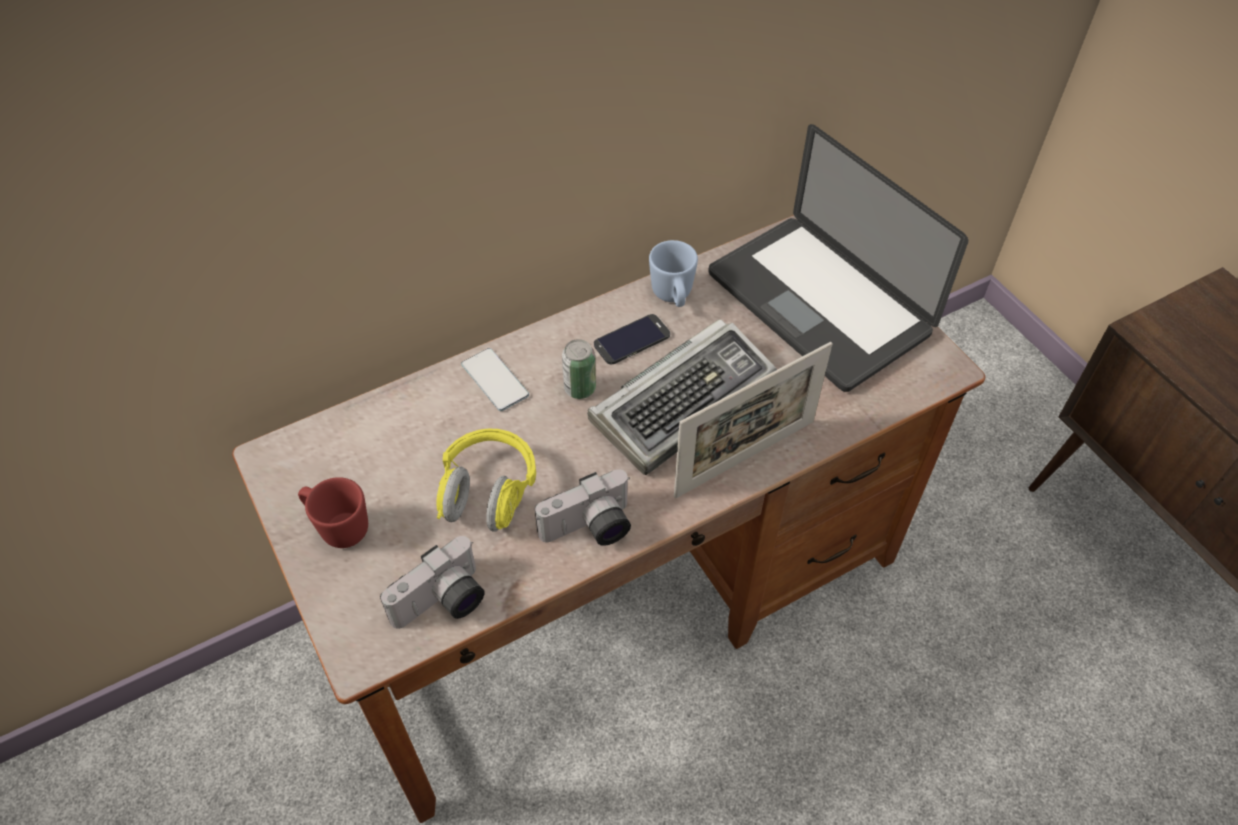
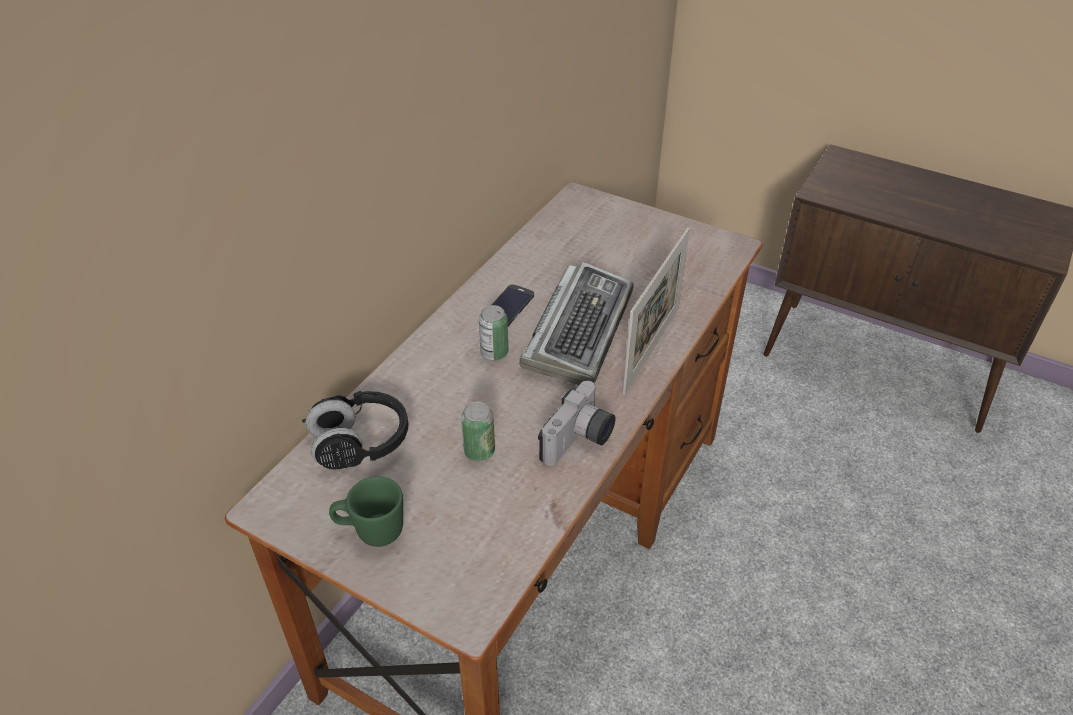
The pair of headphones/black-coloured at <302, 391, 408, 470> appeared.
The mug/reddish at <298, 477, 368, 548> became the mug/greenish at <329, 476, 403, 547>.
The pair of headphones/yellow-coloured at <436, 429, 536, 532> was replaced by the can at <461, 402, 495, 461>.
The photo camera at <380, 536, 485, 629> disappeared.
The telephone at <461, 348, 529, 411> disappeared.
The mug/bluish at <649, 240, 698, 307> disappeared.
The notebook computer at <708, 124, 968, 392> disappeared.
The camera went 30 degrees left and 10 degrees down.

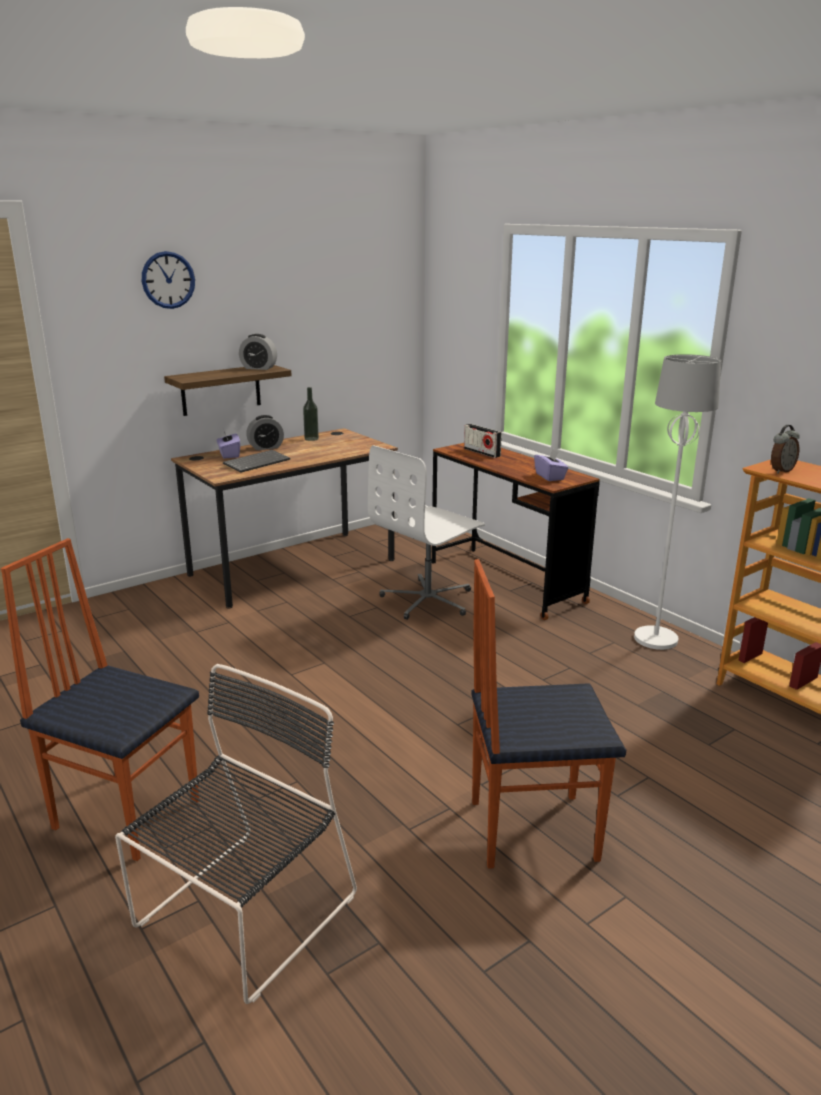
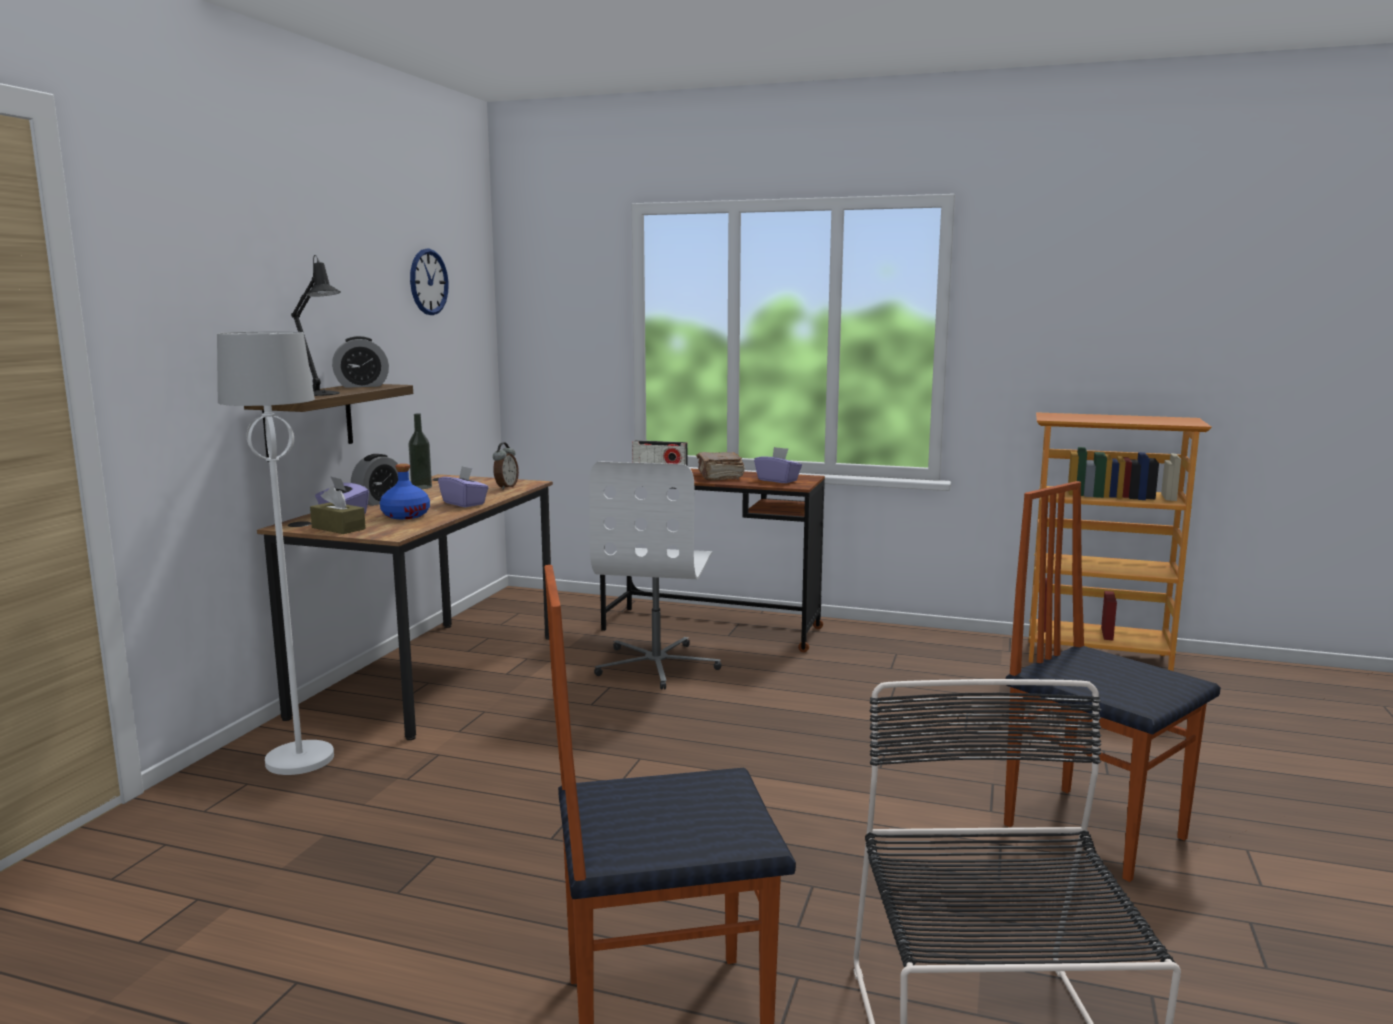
The standard lamp/white-coloured moved from <634, 354, 721, 650> to <217, 331, 334, 775>.
The tabletop lamp/black-coloured at <291, 255, 341, 396> appeared.
The tissue holder/brown at <310, 486, 366, 534> appeared.
The computer keyboard at <223, 450, 290, 473> was replaced by the drink bottle/bluish at <380, 464, 430, 519>.
The clock on the wall moved from <142, 251, 195, 309> to <410, 249, 449, 315>.
The tissue holder/purplish at <438, 466, 489, 507> appeared.
The alarm clock moved from <771, 425, 800, 474> to <493, 443, 519, 490>.
The volume/brown at <696, 452, 745, 481> appeared.
The chair at <471, 559, 626, 869> turned 90 degrees clockwise.
The camera went 35 degrees left and 10 degrees down.

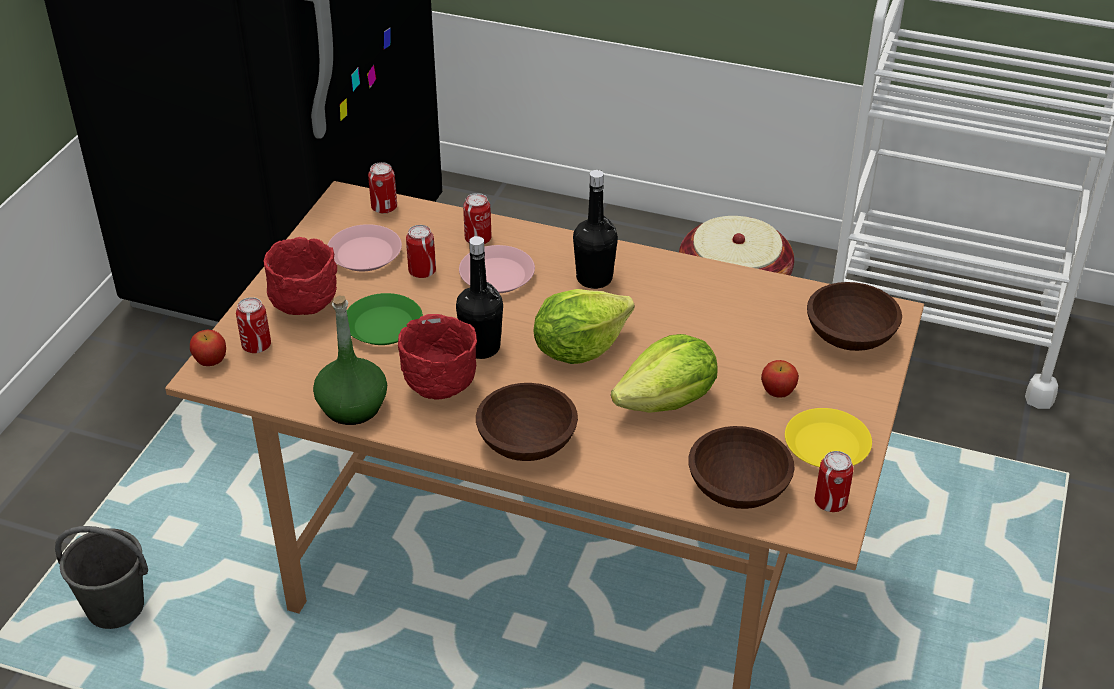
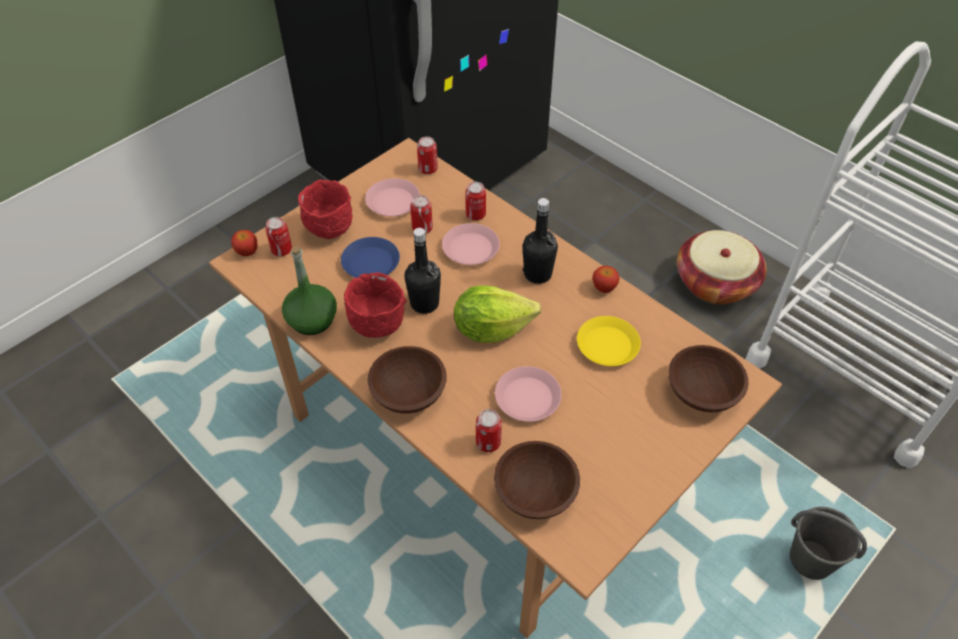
The flat dish/greenish at <347, 293, 423, 345> became the flat dish/bluish at <341, 237, 400, 278>.
The can moved from <815, 451, 854, 512> to <476, 409, 502, 452>.
The lettuce at <611, 334, 718, 413> was replaced by the flat dish/pinkish at <495, 366, 562, 422>.
The flat dish/yellow-coloured moved from <785, 408, 872, 467> to <577, 316, 641, 366>.
The apple fruit moved from <761, 360, 799, 398> to <592, 266, 619, 293>.
The bucket/grey moved from <55, 526, 148, 629> to <790, 507, 867, 580>.
The camera went 25 degrees right and 10 degrees up.

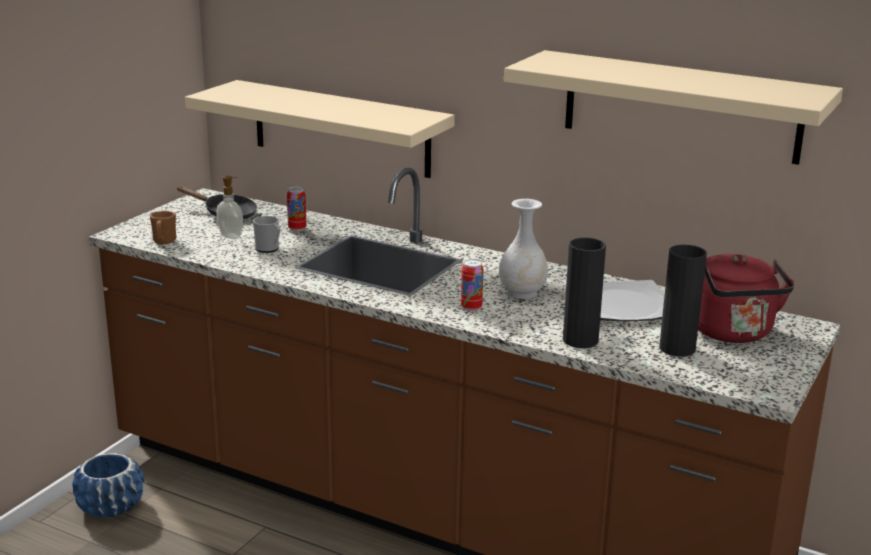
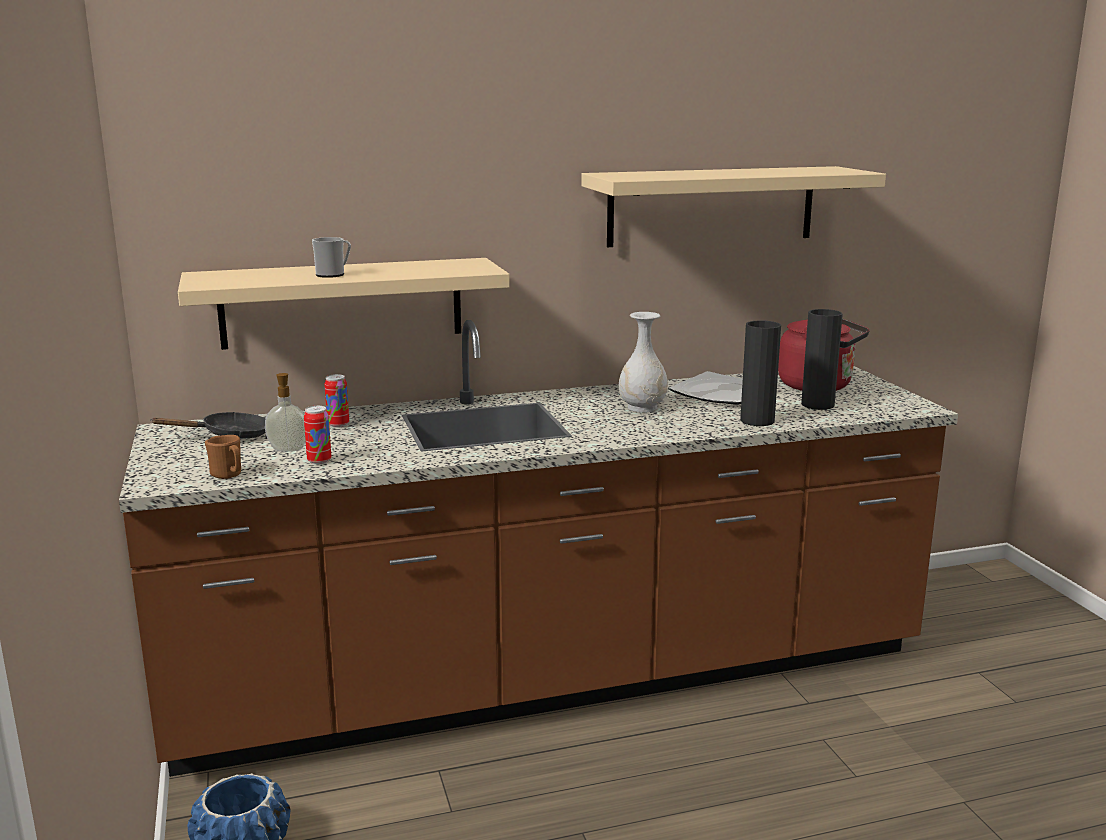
The can moved from <461, 259, 484, 311> to <304, 406, 332, 464>.
The mug moved from <253, 216, 281, 253> to <312, 237, 351, 278>.
The camera went 45 degrees left and 5 degrees down.

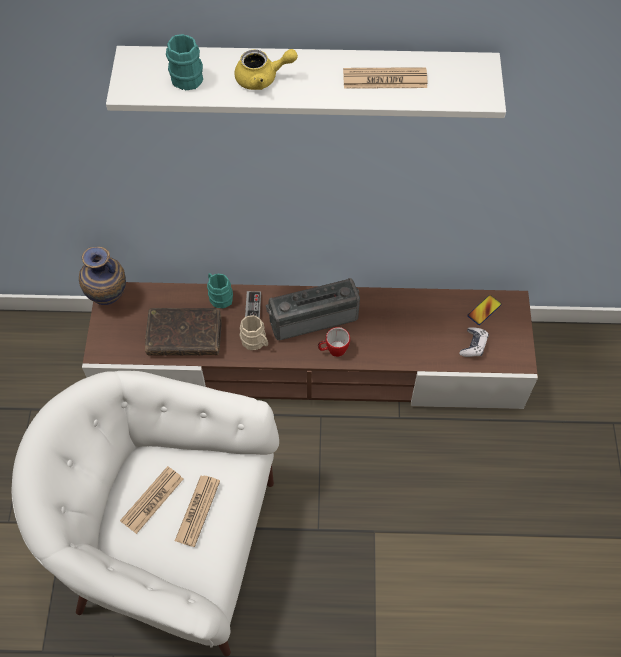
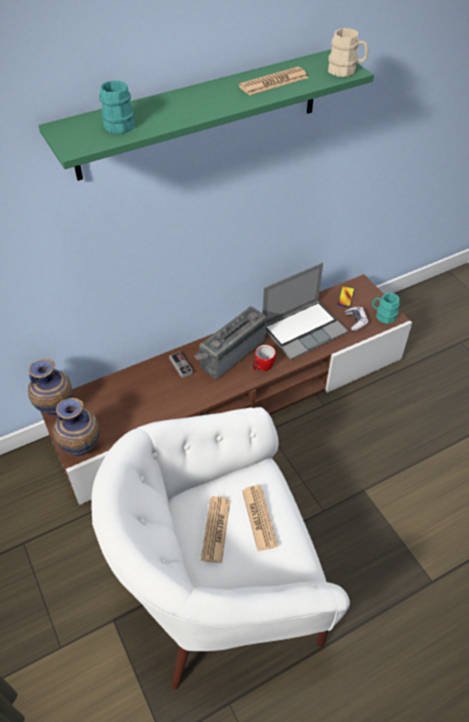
The wall shelf/white-coloured at <106, 46, 506, 118> became the wall shelf/greenish at <39, 49, 374, 181>.
The flower vase at <53, 398, 100, 456> appeared.
The notebook computer at <262, 263, 348, 360> appeared.
The mug/sand-coloured moved from <240, 315, 268, 350> to <328, 28, 368, 77>.
The mug/blue-green moved from <207, 273, 233, 308> to <372, 293, 400, 324>.
The volume/brown at <145, 308, 222, 356> disappeared.
The tea pot/yellow-coloured at <234, 49, 298, 90> disappeared.
The camera went 30 degrees left and 10 degrees down.

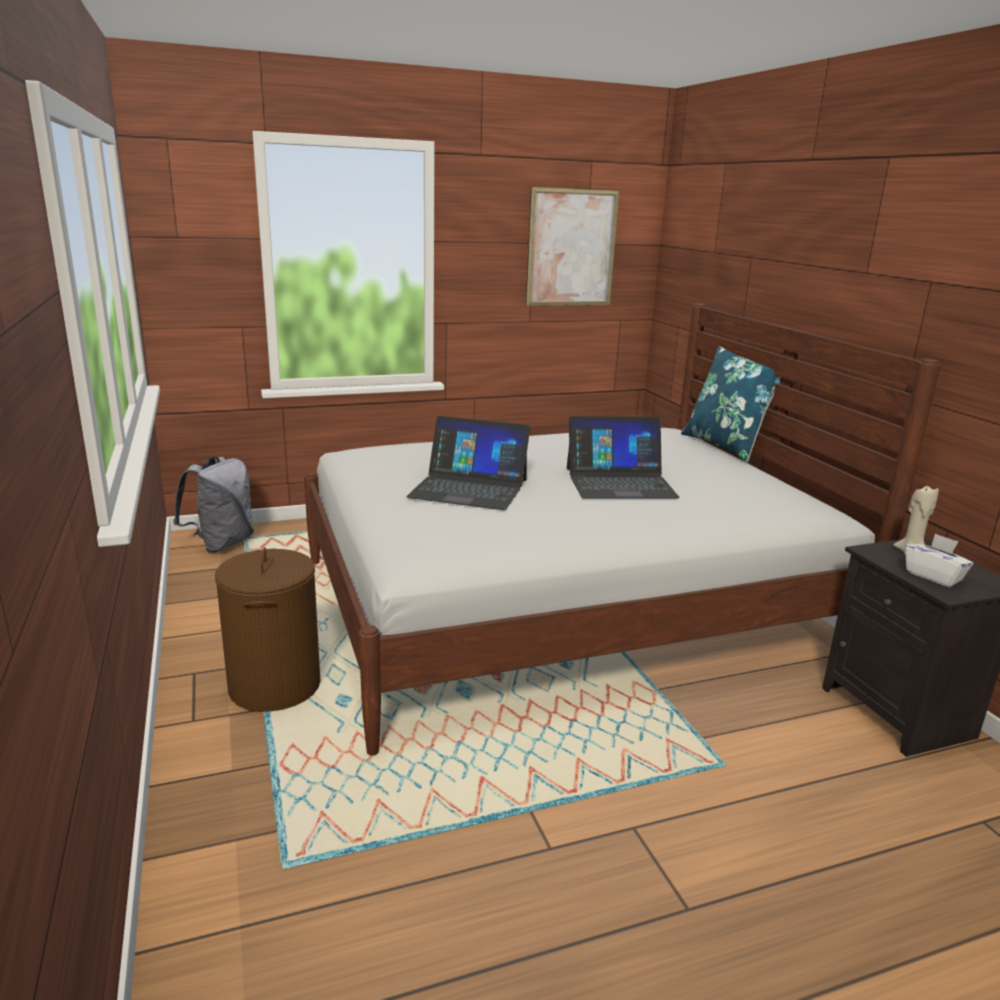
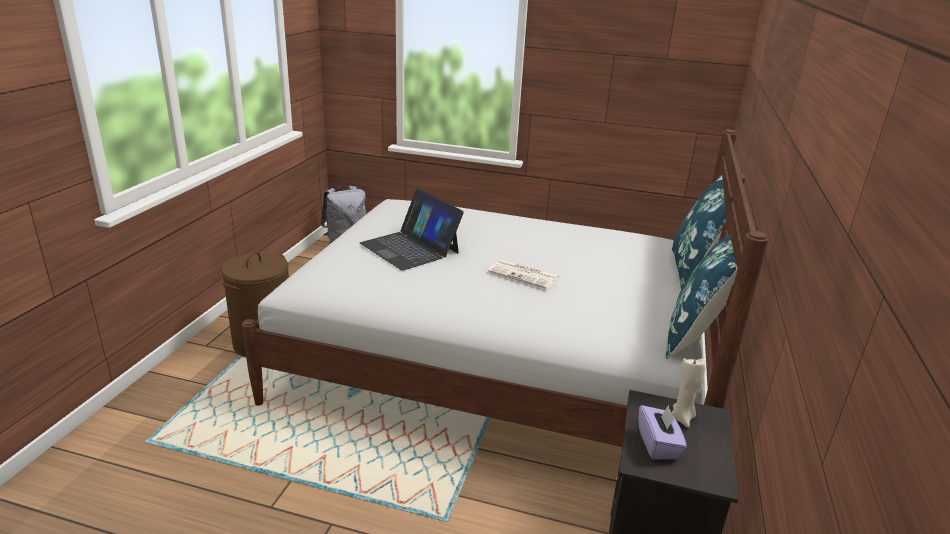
The notebook computer at <567, 416, 680, 499> was replaced by the newspaper at <488, 260, 560, 289>.
The tissue holder/white-coloured at <906, 533, 973, 587> became the tissue holder/purplish at <639, 405, 687, 459>.
The throw pillow/bluish at <666, 234, 738, 359> appeared.
The wall art at <526, 187, 620, 306> disappeared.
The camera went 35 degrees right and 5 degrees up.

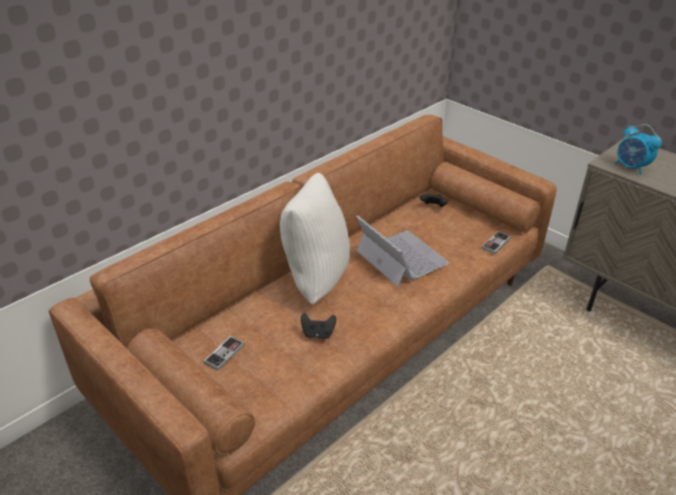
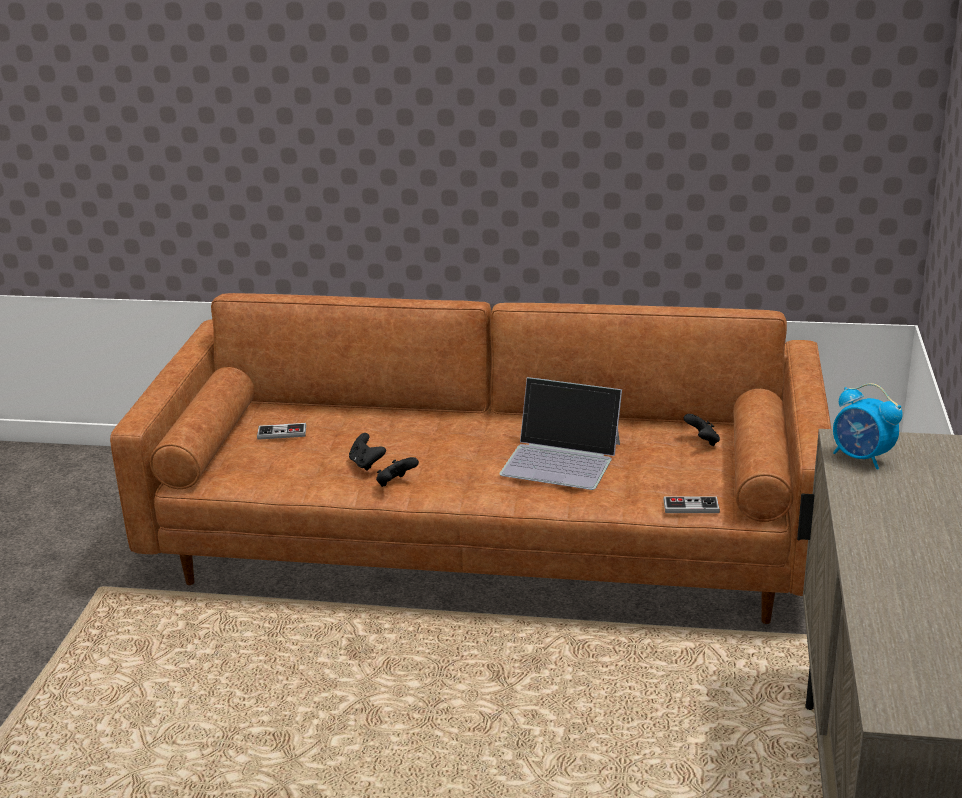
The gamepad/black-coloured at <376, 457, 419, 487> appeared.
The notebook computer at <356, 215, 449, 287> turned 90 degrees clockwise.
The alarm clock at <615, 124, 662, 175> turned 60 degrees counterclockwise.
The throw pillow/white-coloured at <280, 173, 350, 305> disappeared.
The camera went 55 degrees right and 10 degrees down.

